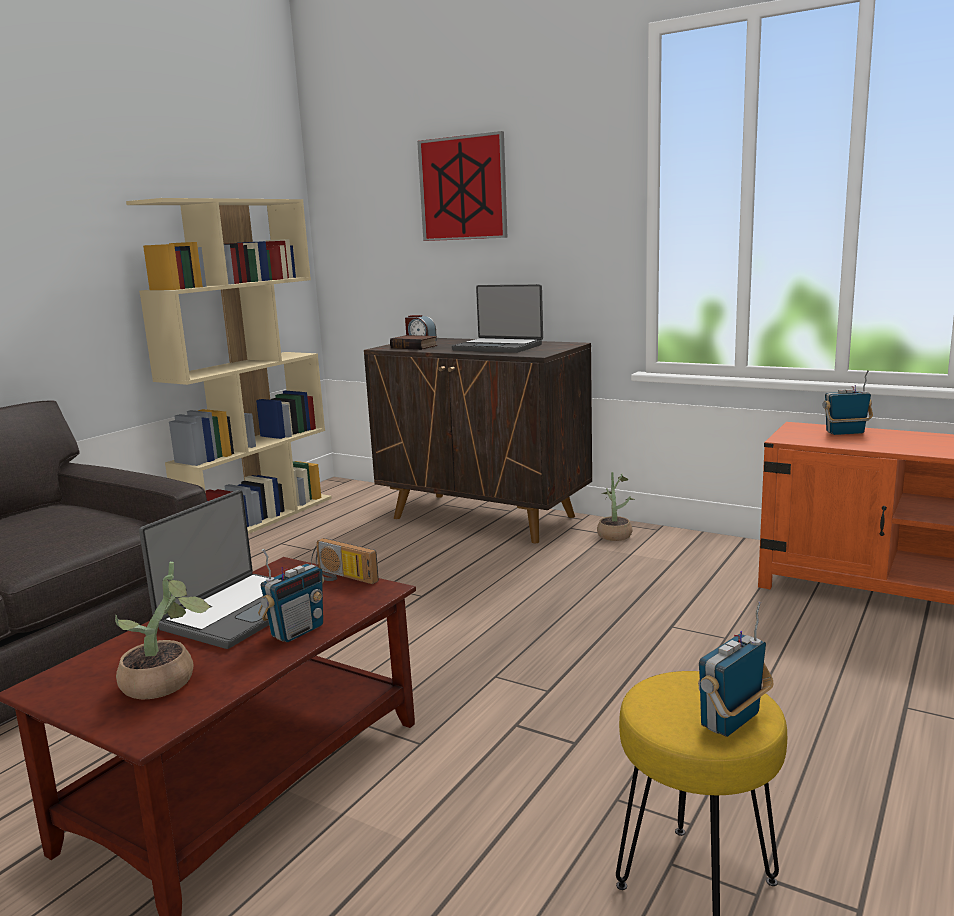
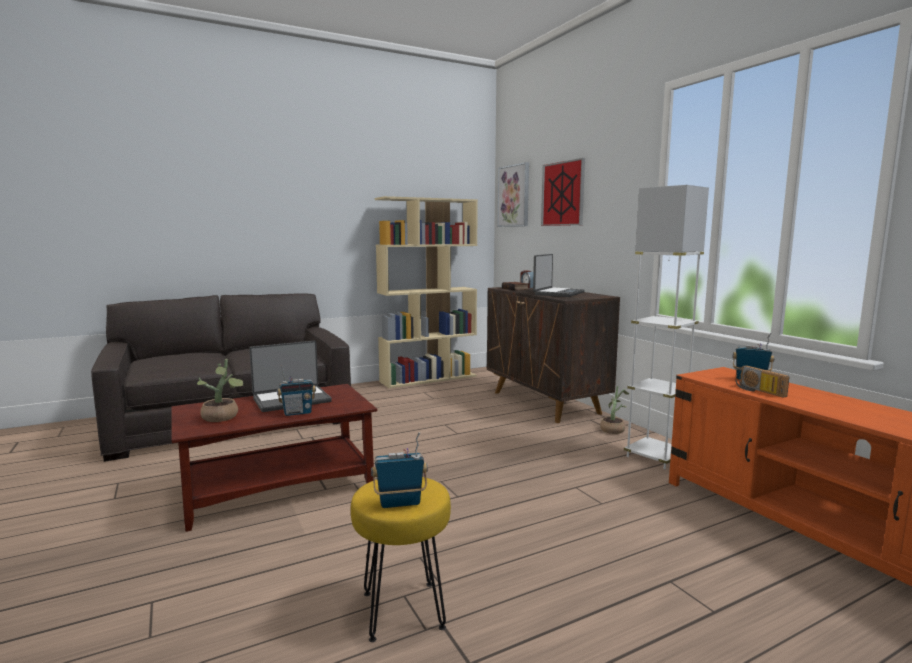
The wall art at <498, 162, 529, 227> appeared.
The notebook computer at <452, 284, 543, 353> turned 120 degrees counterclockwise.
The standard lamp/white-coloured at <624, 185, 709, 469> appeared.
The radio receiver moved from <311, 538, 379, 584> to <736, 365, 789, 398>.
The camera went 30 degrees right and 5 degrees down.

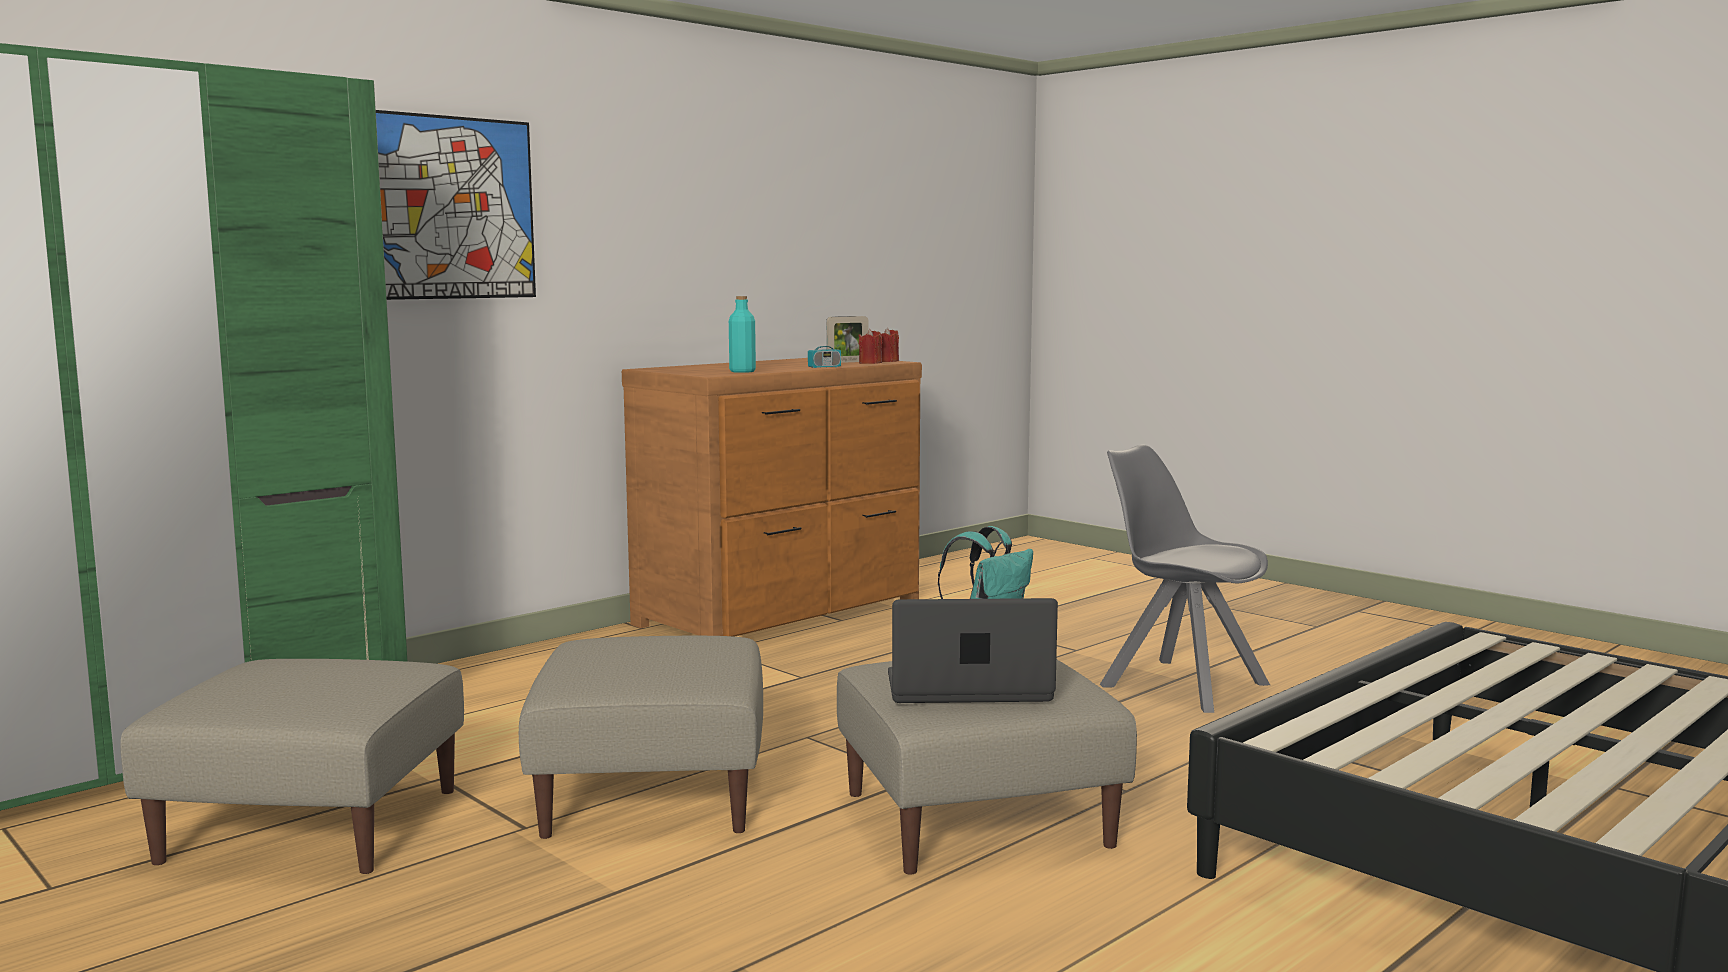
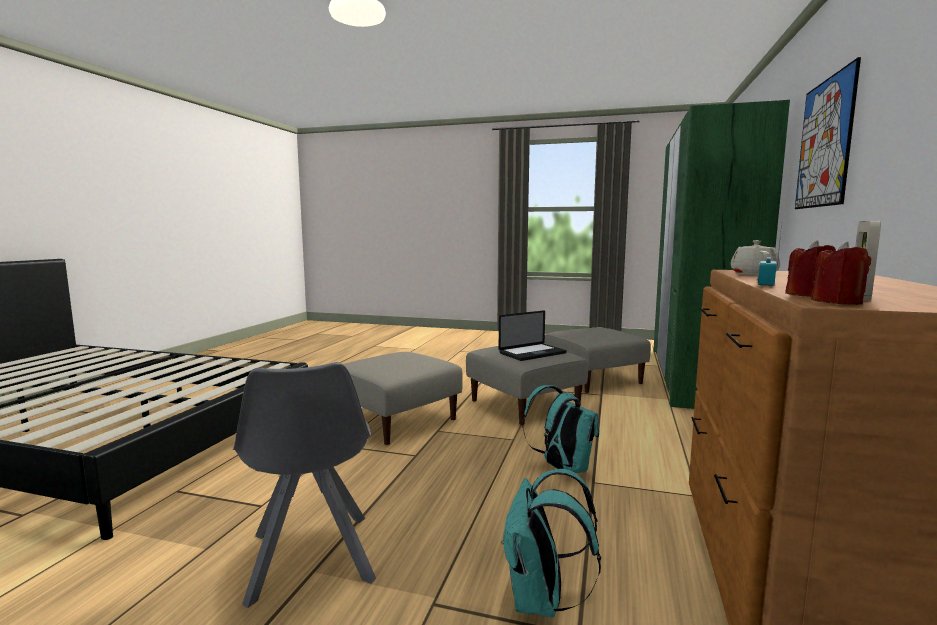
The chair/grey at <1100, 445, 1270, 713> turned 60 degrees clockwise.
The notebook computer moved from <888, 598, 1058, 703> to <499, 310, 567, 361>.
The rucksack/blue-green at <522, 385, 599, 473> appeared.
The drink bottle/blue-green at <729, 296, 756, 373> was replaced by the tea pot/sand-coloured at <730, 240, 780, 275>.
The camera went 150 degrees right and 0 degrees up.

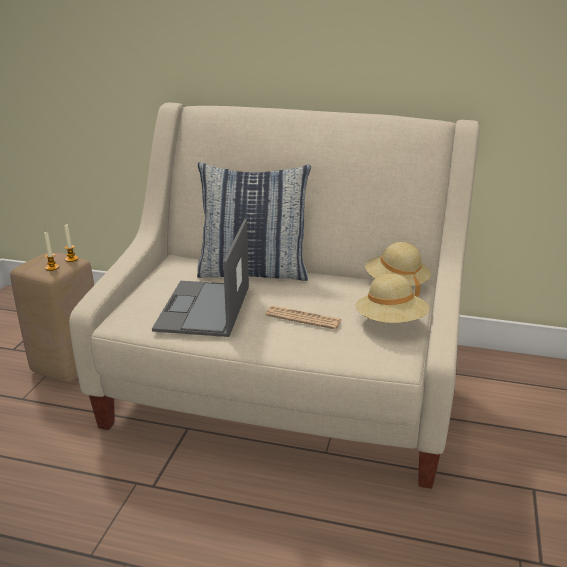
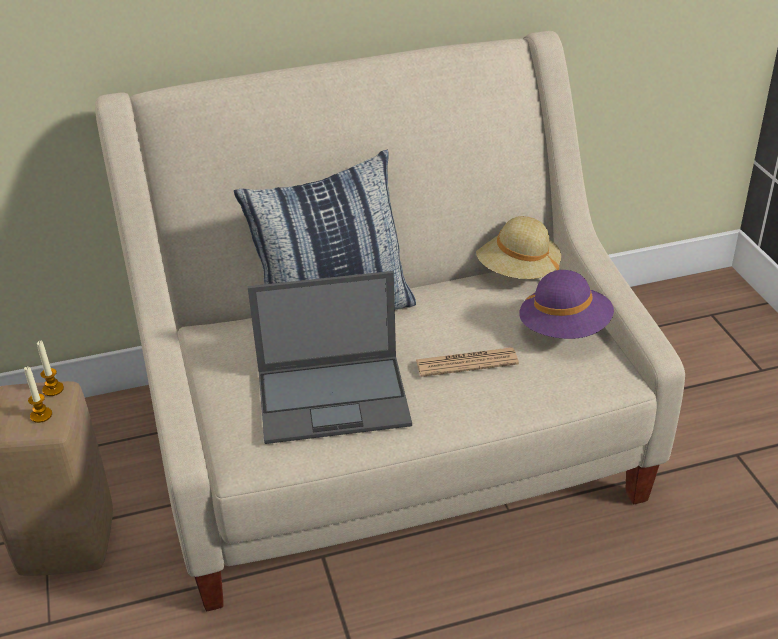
The notebook computer at <152, 219, 249, 337> turned 75 degrees counterclockwise.
The wearable hat/sand-coloured at <355, 274, 430, 323> became the wearable hat/purplish at <519, 270, 614, 339>.
The camera went 30 degrees left and 10 degrees up.

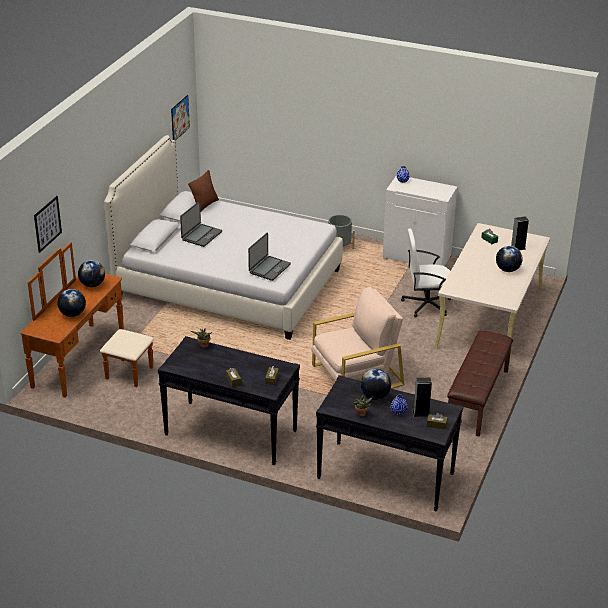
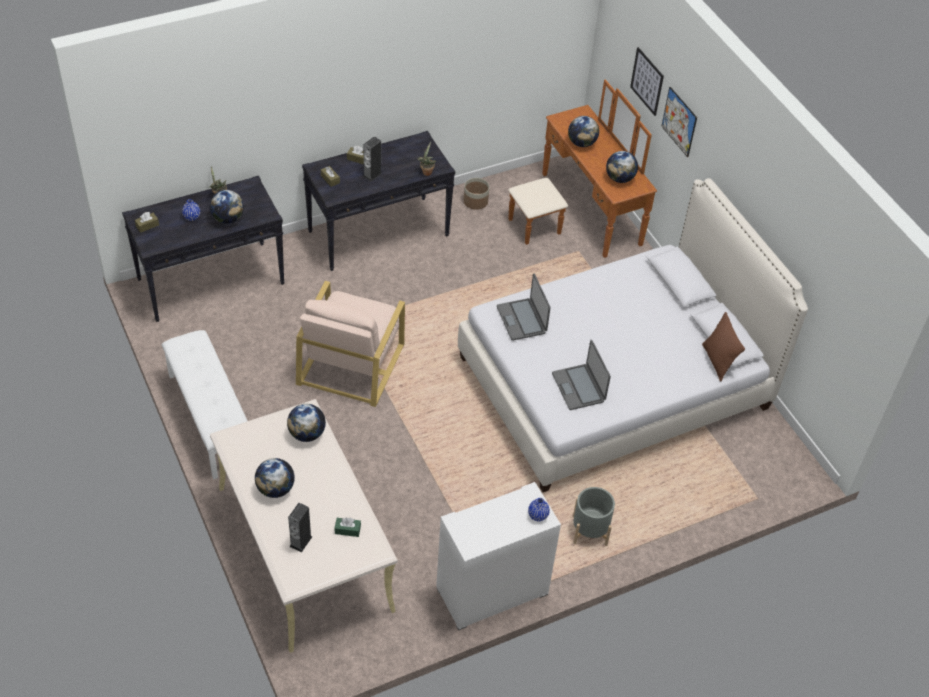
The long seat/brown at <447, 331, 513, 436> became the long seat/white-coloured at <162, 330, 248, 479>.
The globe at <287, 404, 326, 442> appeared.
The loudspeaker moved from <413, 377, 432, 417> to <363, 137, 382, 181>.
The flower pot at <464, 178, 489, 210> appeared.
The notebook computer moved from <180, 201, 222, 247> to <552, 340, 611, 410>.
The wall art moved from <171, 95, 190, 141> to <661, 87, 697, 157>.
The computer chair/white-coloured at <401, 228, 451, 317> disappeared.
The camera went 130 degrees right and 15 degrees up.

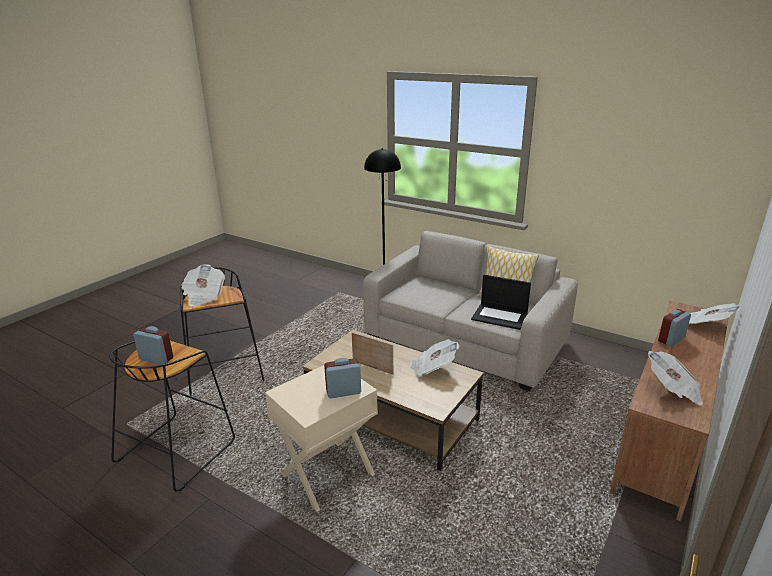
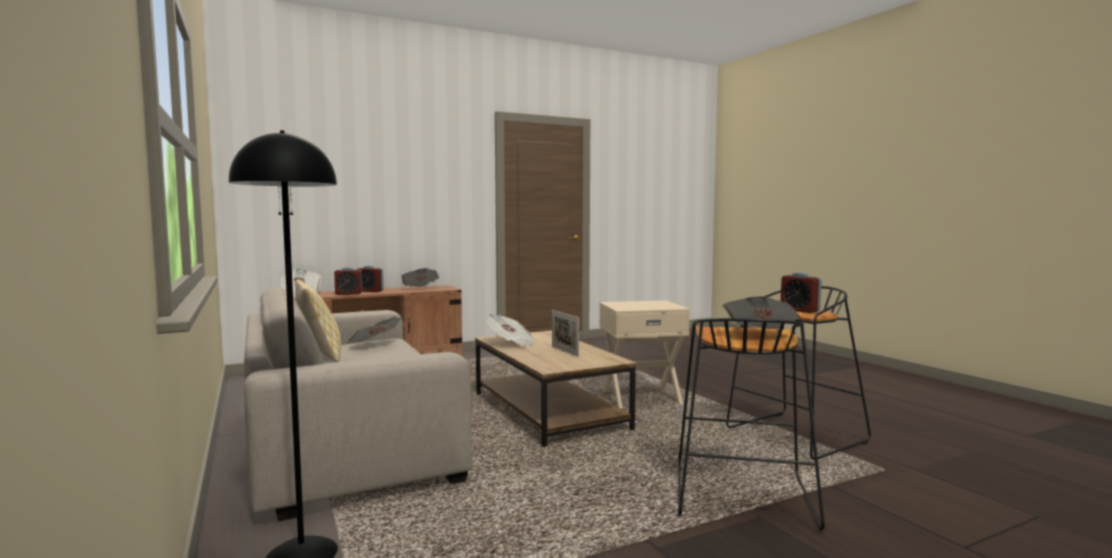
The notebook computer at <471, 275, 531, 330> was replaced by the newspaper at <346, 317, 401, 343>.
The alarm clock moved from <324, 358, 361, 398> to <358, 266, 383, 292>.
The camera went 150 degrees left and 20 degrees down.

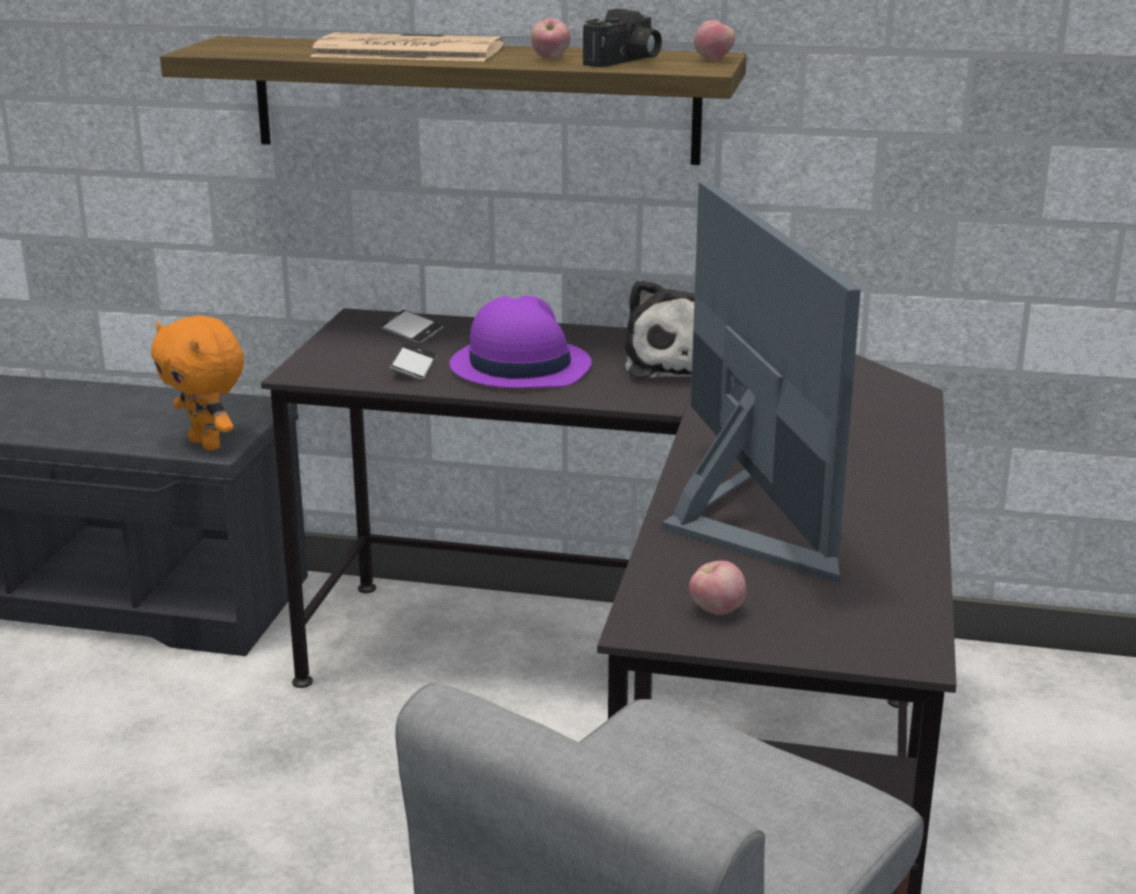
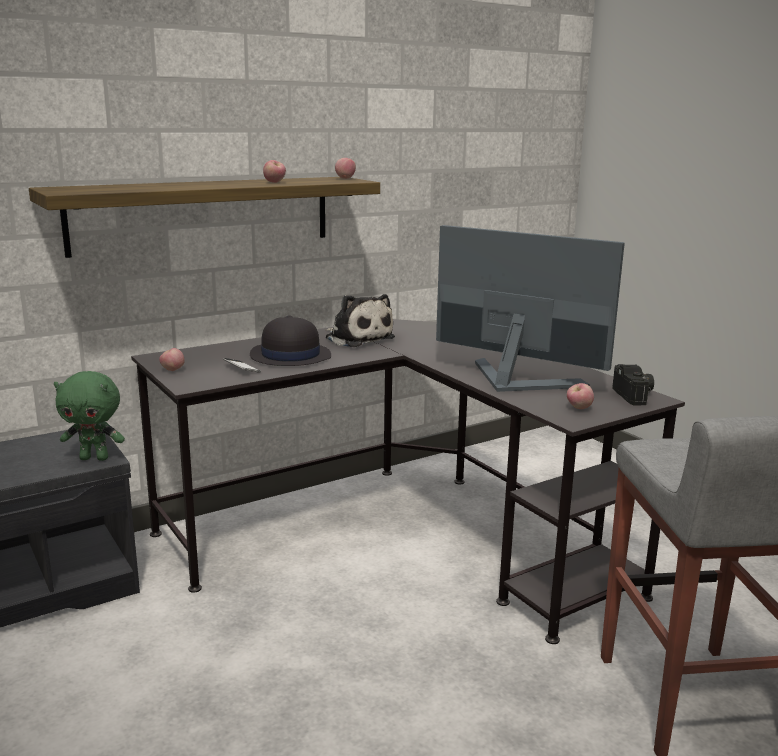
The cuddly toy/orangey at <151, 315, 244, 451> became the cuddly toy/greenish at <54, 371, 125, 461>.
The apple fruit at <159, 348, 185, 371> appeared.
The wearable hat/purplish at <449, 296, 592, 388> became the wearable hat/black-coloured at <250, 315, 331, 366>.
The photo camera moved from <583, 9, 662, 67> to <612, 364, 654, 406>.
The newspaper at <310, 33, 503, 62> disappeared.
The telephone at <381, 310, 444, 344> disappeared.
The camera went 45 degrees left and 5 degrees down.

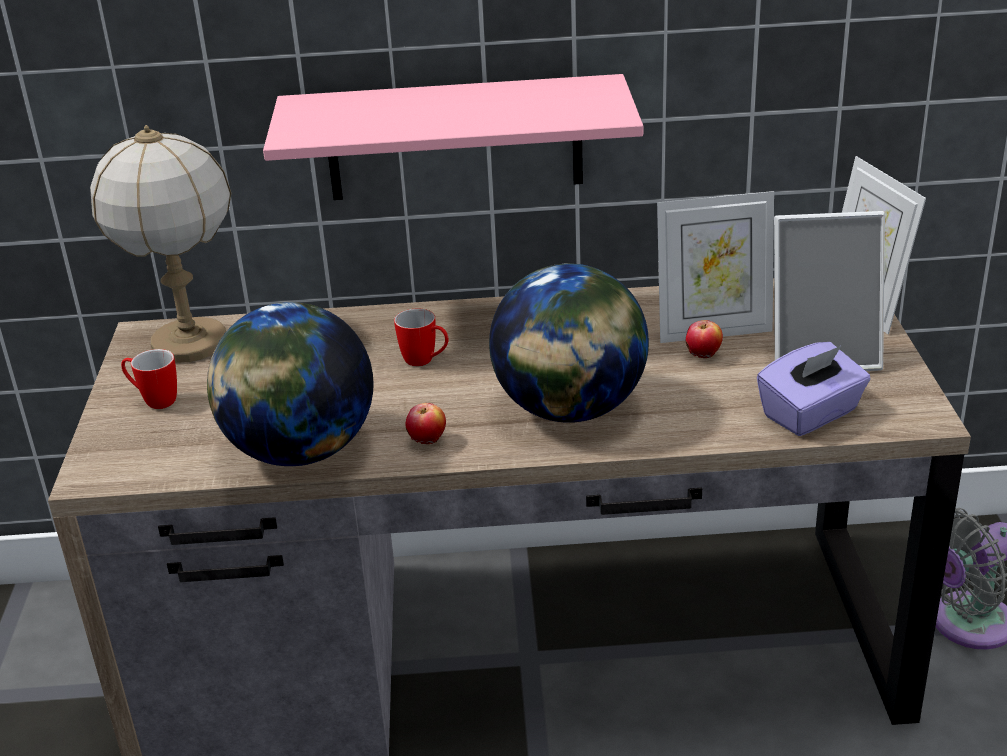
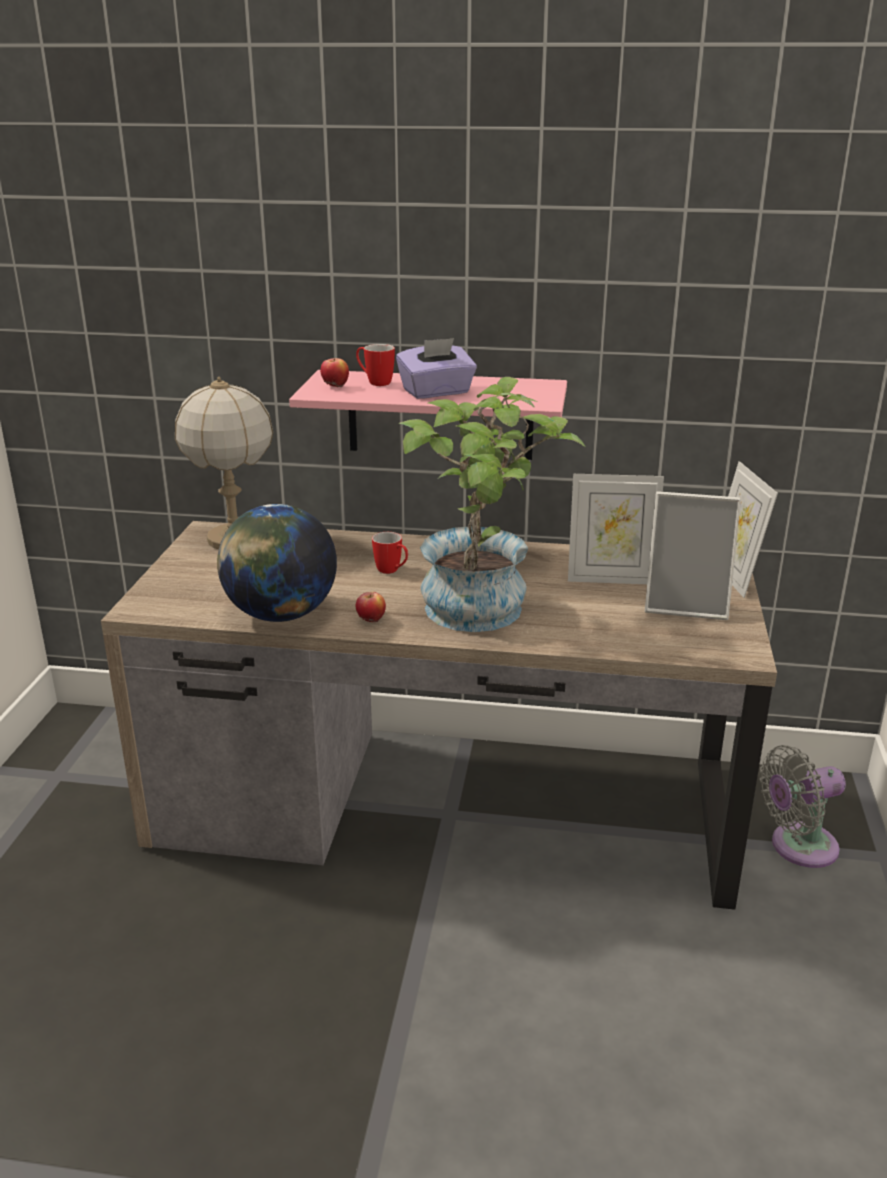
The apple fruit moved from <686, 320, 723, 358> to <320, 358, 349, 387>.
The mug moved from <121, 349, 177, 409> to <356, 344, 395, 386>.
The tissue holder/purplish moved from <757, 342, 871, 436> to <396, 338, 477, 399>.
The globe at <489, 263, 649, 423> was replaced by the potted plant at <399, 377, 585, 632>.
The camera went 10 degrees right and 5 degrees down.

